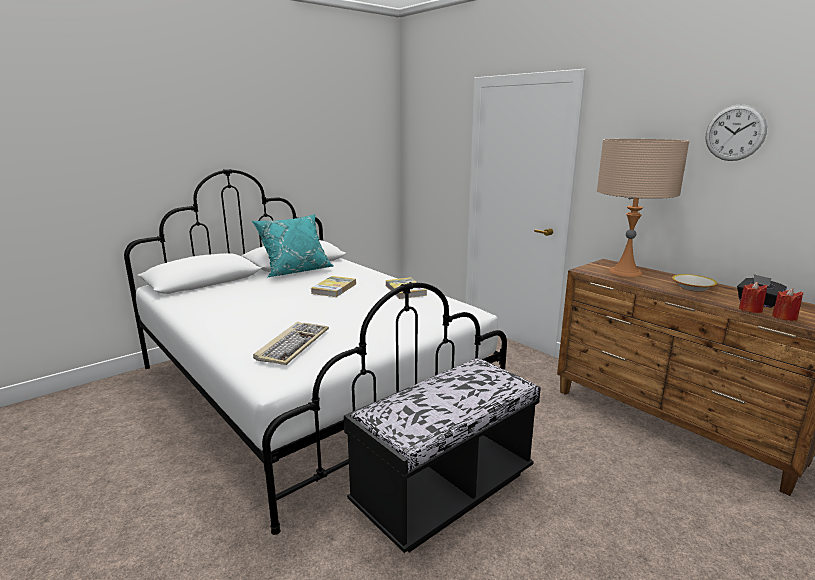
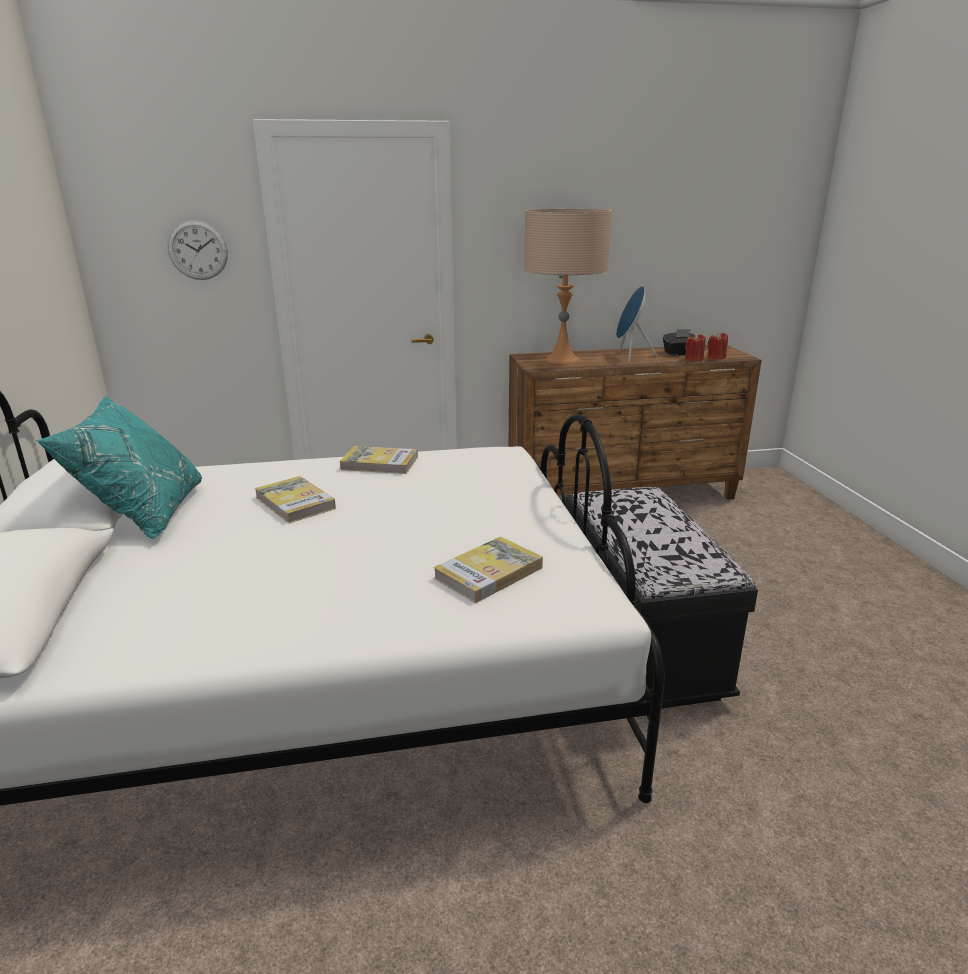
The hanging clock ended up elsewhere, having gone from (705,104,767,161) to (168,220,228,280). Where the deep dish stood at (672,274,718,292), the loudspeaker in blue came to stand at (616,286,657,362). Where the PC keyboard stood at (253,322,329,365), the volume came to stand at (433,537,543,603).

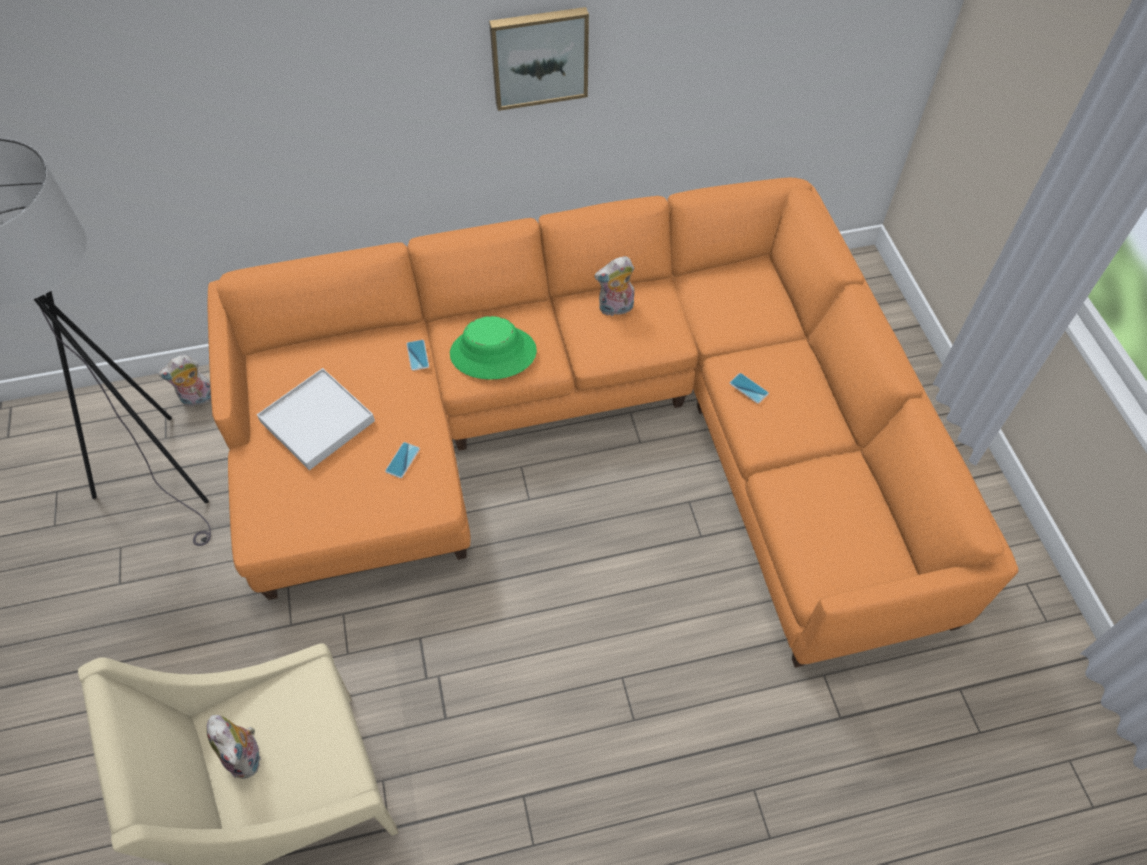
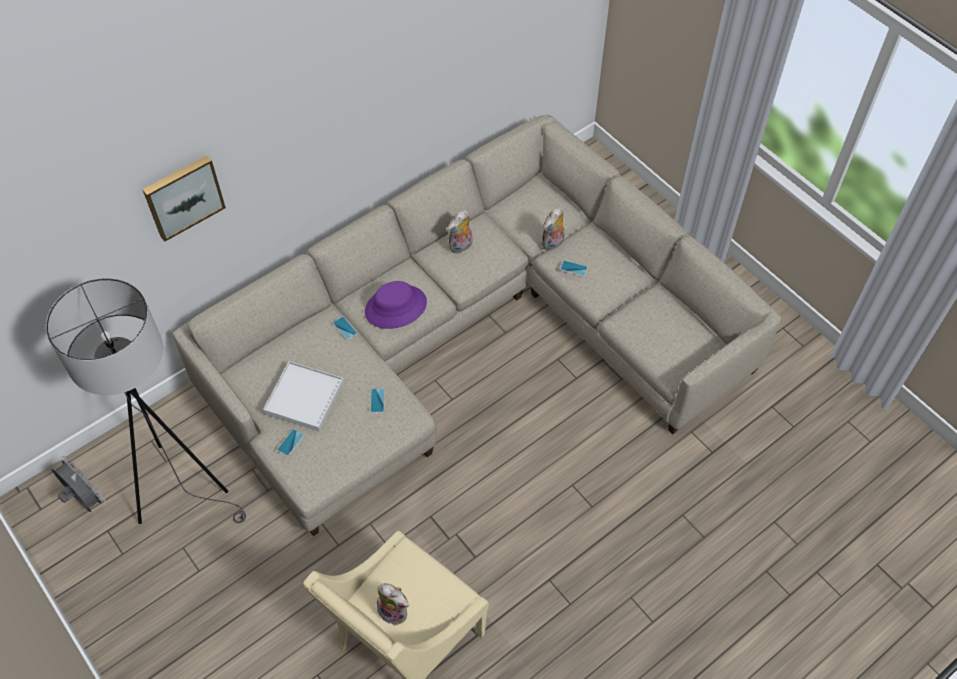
The wall art ended up elsewhere, having gone from (489,7,589,111) to (142,155,226,242). What was the couch in orange-coloured at (208,178,1018,668) turned into the couch in beige-coloured at (173,114,782,536). What was the wearable hat in greenish at (450,316,537,380) turned into the wearable hat in purple at (365,281,427,329). The plush toy ended up elsewhere, having gone from (158,355,211,408) to (541,207,565,251). The second view gained the telephone at (277,429,304,456). The second view gained the cooling fan in grey at (52,456,106,512).

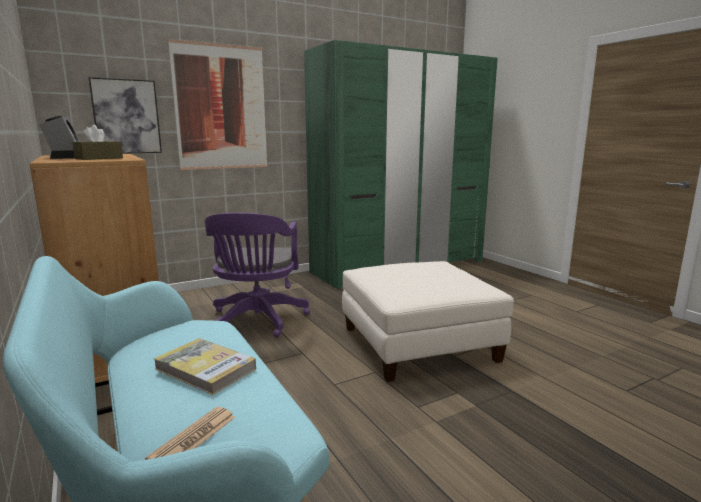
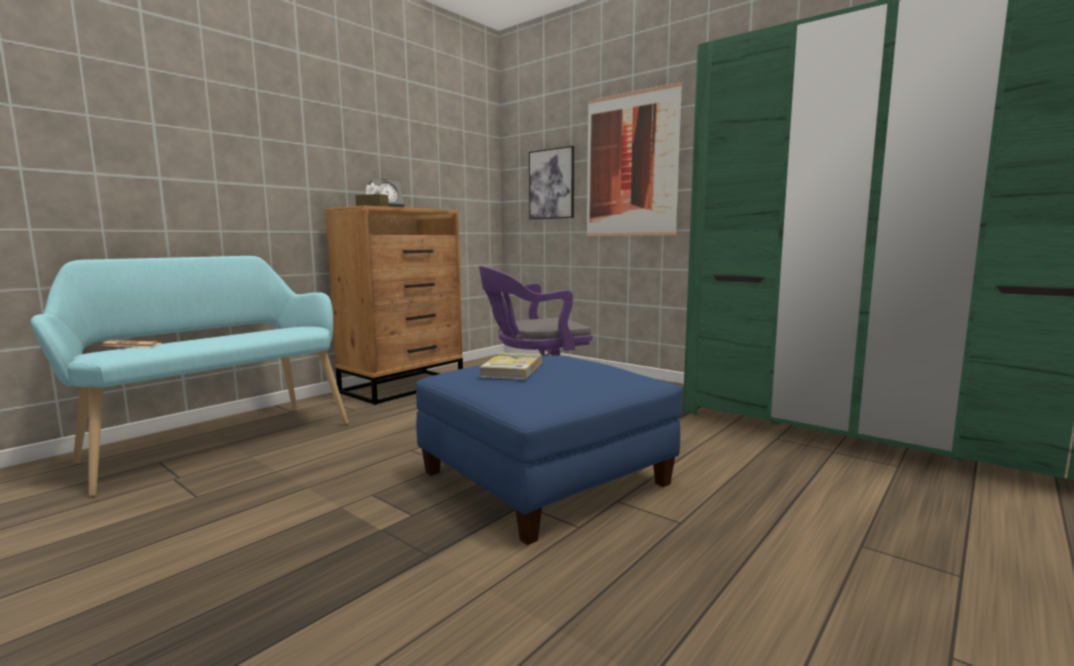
What was the ottoman in white-coloured at (342,261,514,382) turned into the ottoman in blue at (416,355,683,545). The volume ended up elsewhere, having gone from (154,338,256,395) to (479,353,542,380).

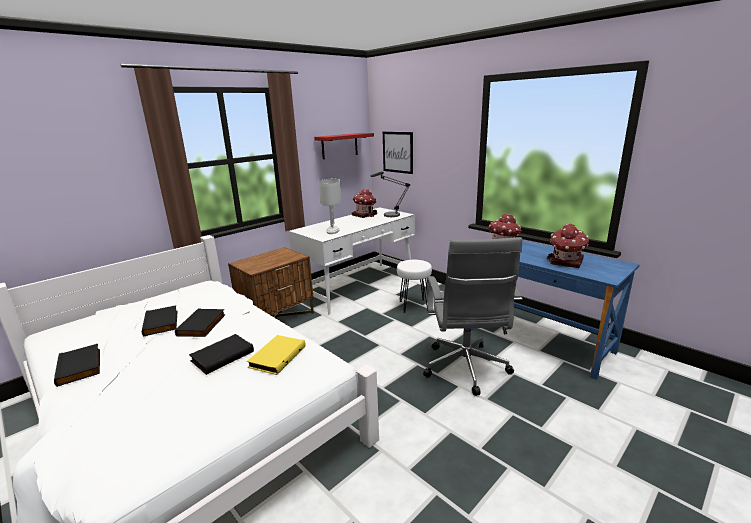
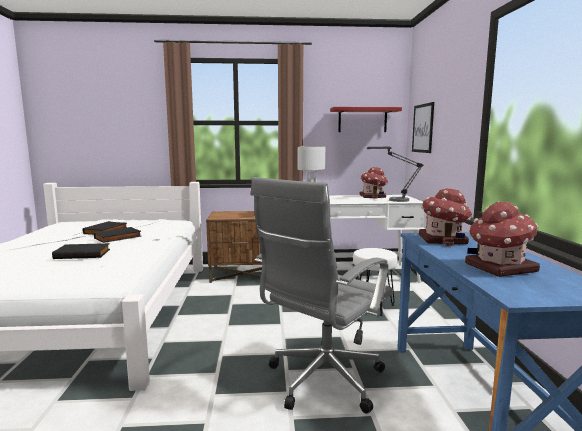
The second view lost the volume in yellow at (247,335,306,375). The second view lost the volume in blackish at (54,344,100,387).

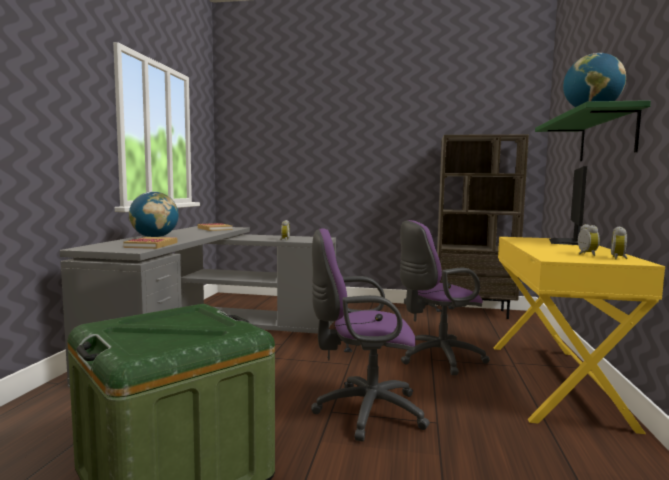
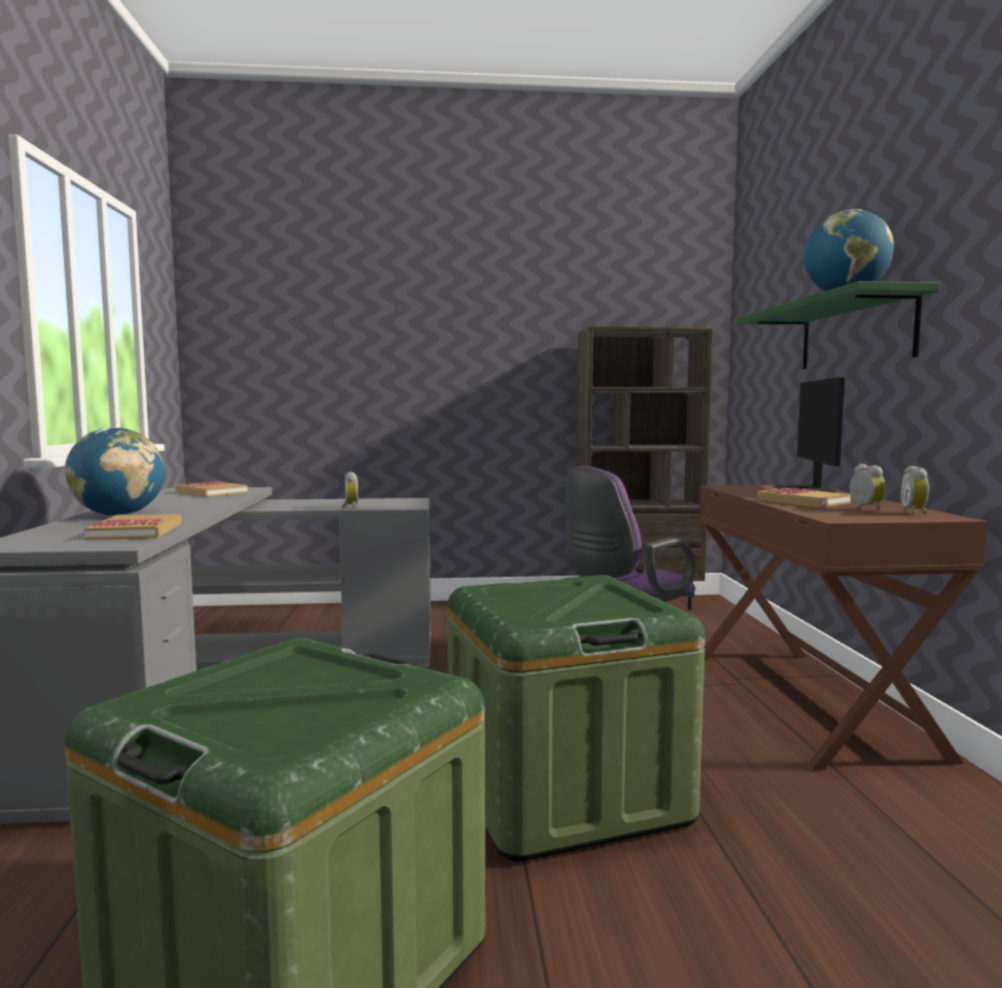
Where the office chair in purple stood at (311,228,430,441), the storage box in greenish came to stand at (447,575,705,862). What was the desk unit in yellow at (493,237,665,434) turned into the desk unit in brownish at (699,485,987,771). The second view gained the volume at (757,488,851,508).

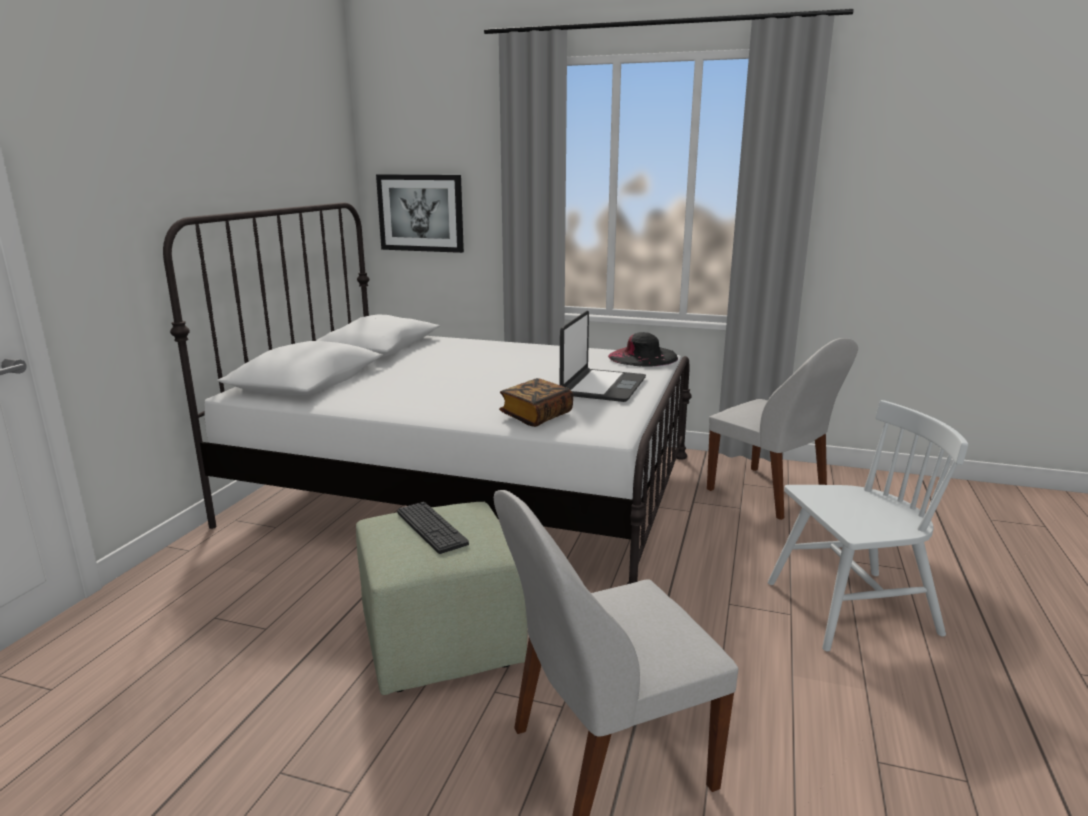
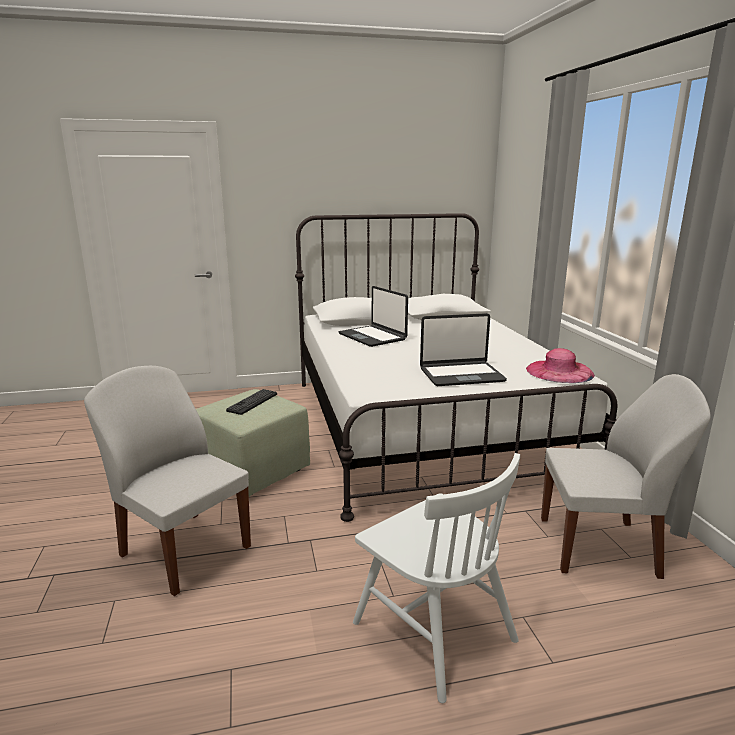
The second view lost the wall art at (376,174,464,253). What was the wearable hat in blackish at (608,332,678,367) turned into the wearable hat in pinkish at (526,348,595,383). The plain chair in white-coloured at (707,338,858,520) ended up facing another way, 105 degrees counterclockwise from before. The second view lost the volume at (499,378,573,427). The second view gained the laptop at (338,286,408,347).

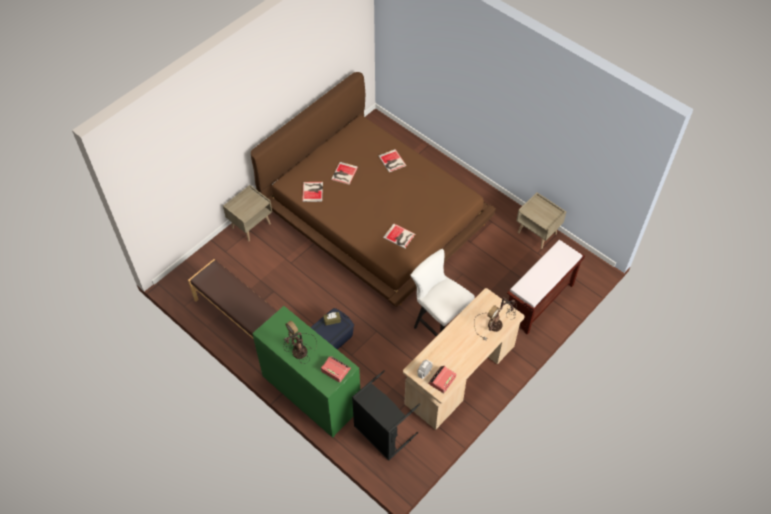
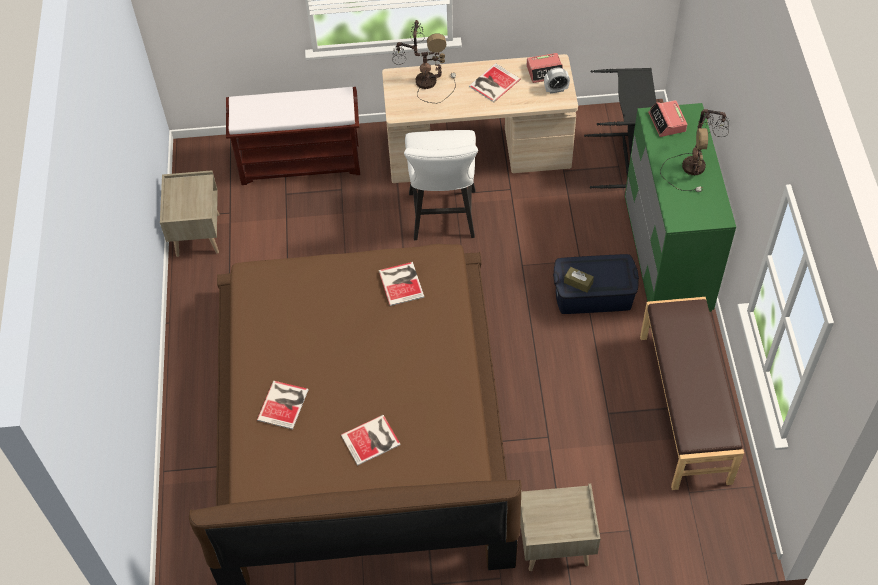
The volume ended up elsewhere, having gone from (302,182,323,202) to (469,63,521,102).

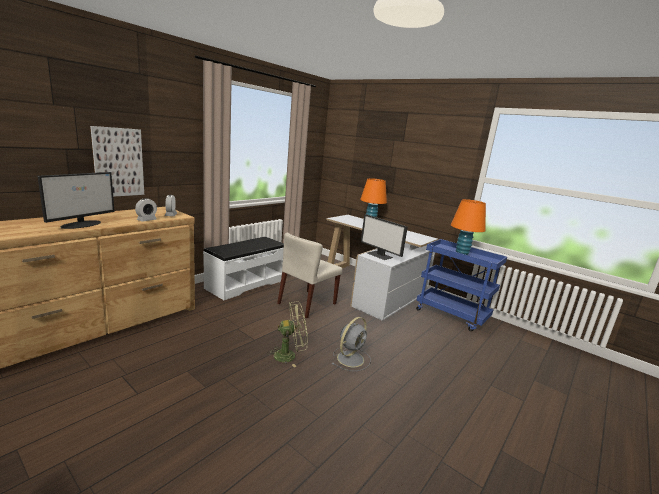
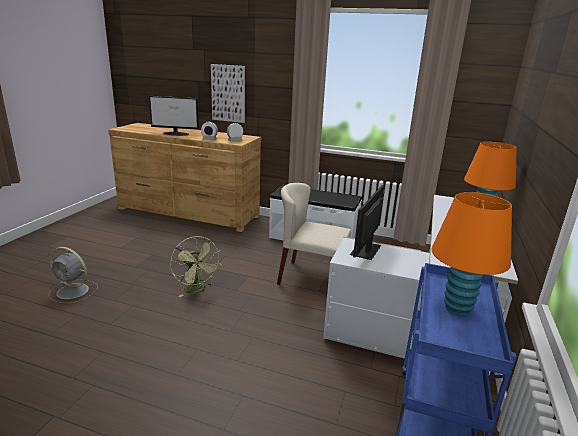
The cooling fan in grey ended up elsewhere, having gone from (332,317,371,371) to (49,247,98,303).

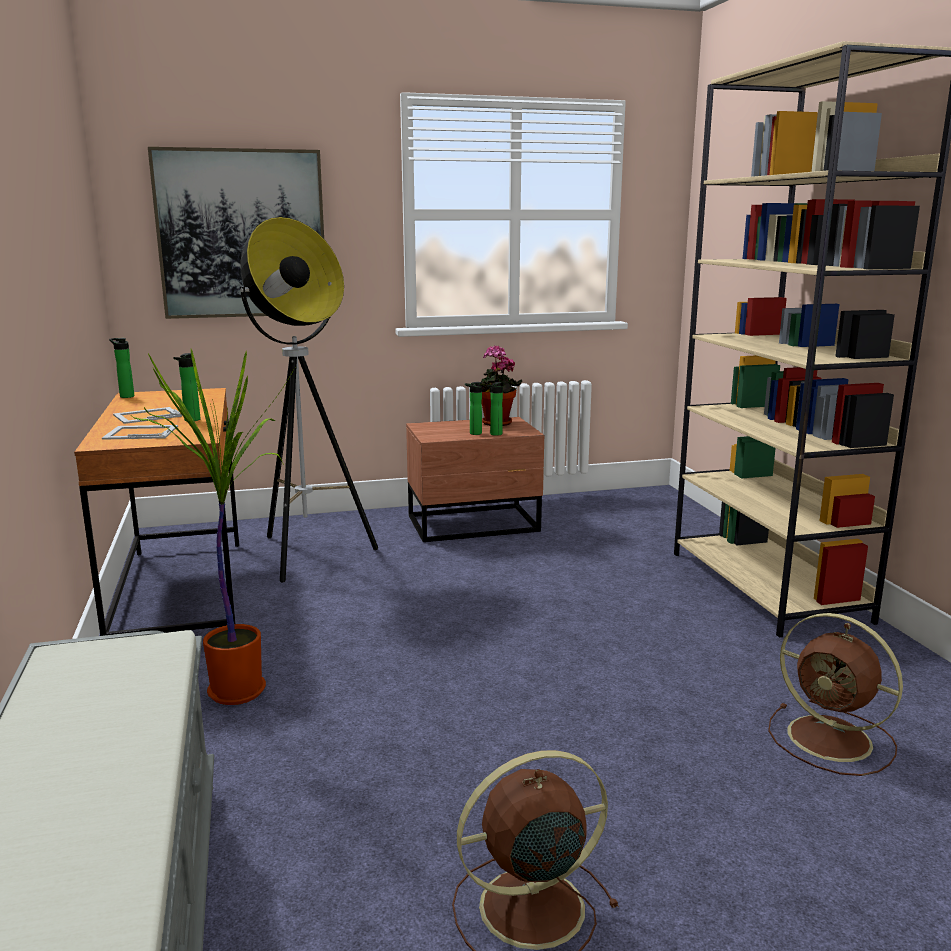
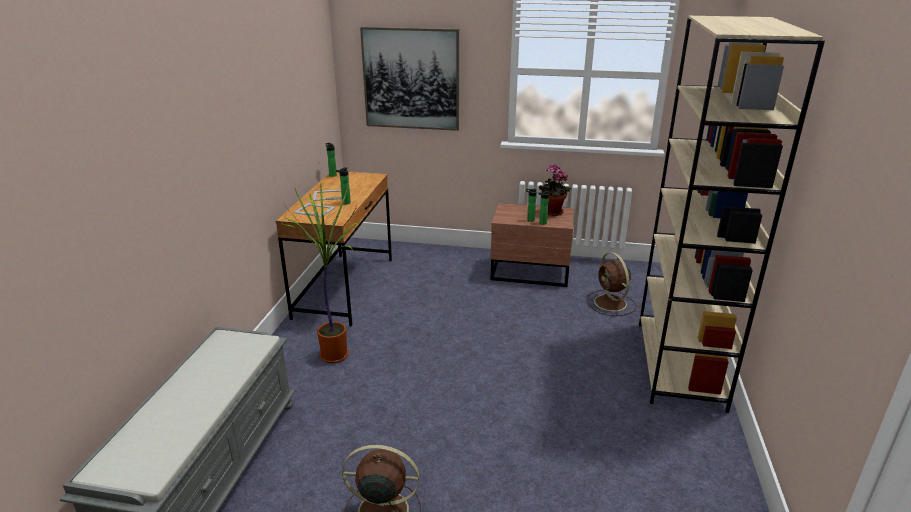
The second view lost the floor lamp at (240,217,378,583). The cooling fan in brownish ended up elsewhere, having gone from (768,613,903,776) to (587,252,637,316).

